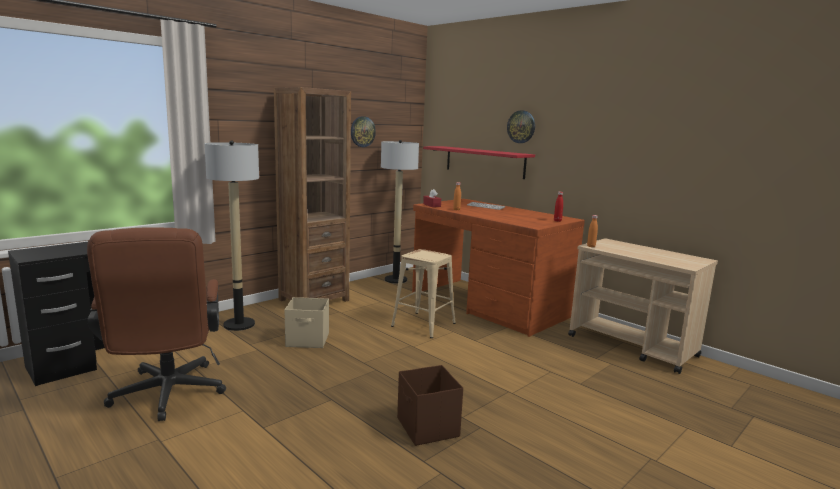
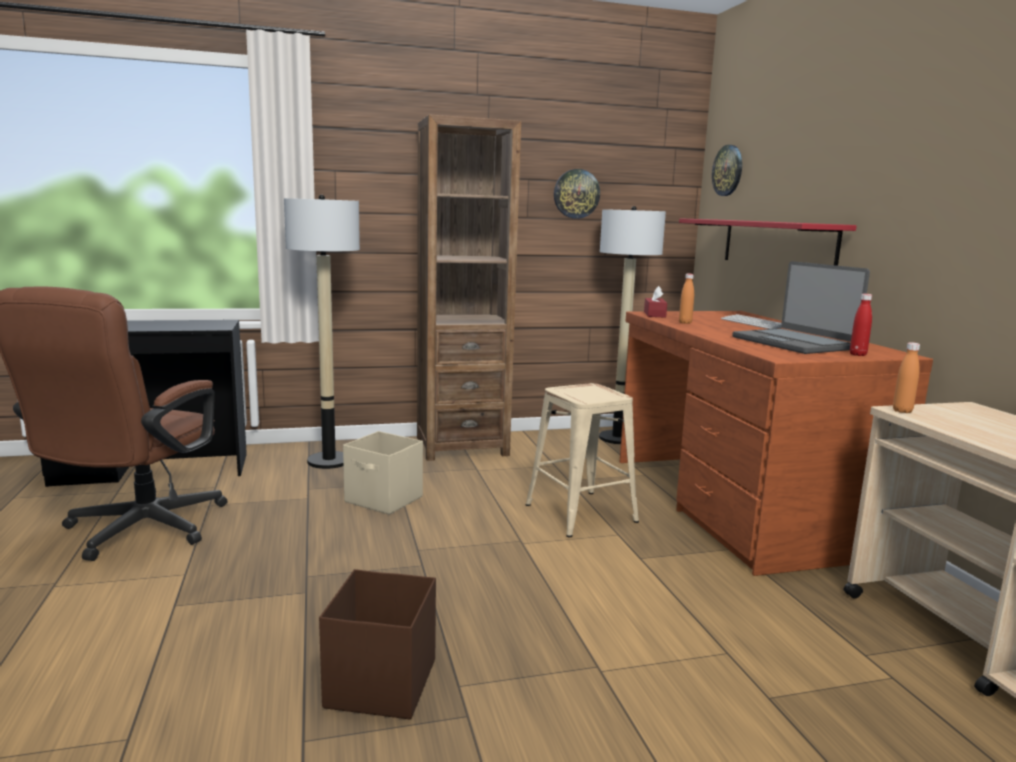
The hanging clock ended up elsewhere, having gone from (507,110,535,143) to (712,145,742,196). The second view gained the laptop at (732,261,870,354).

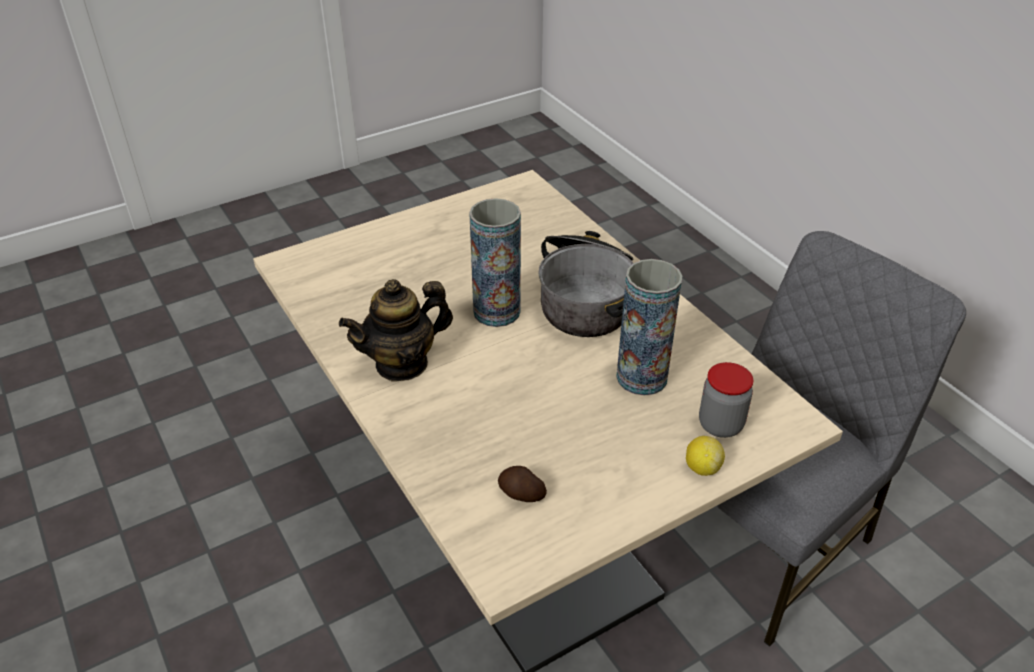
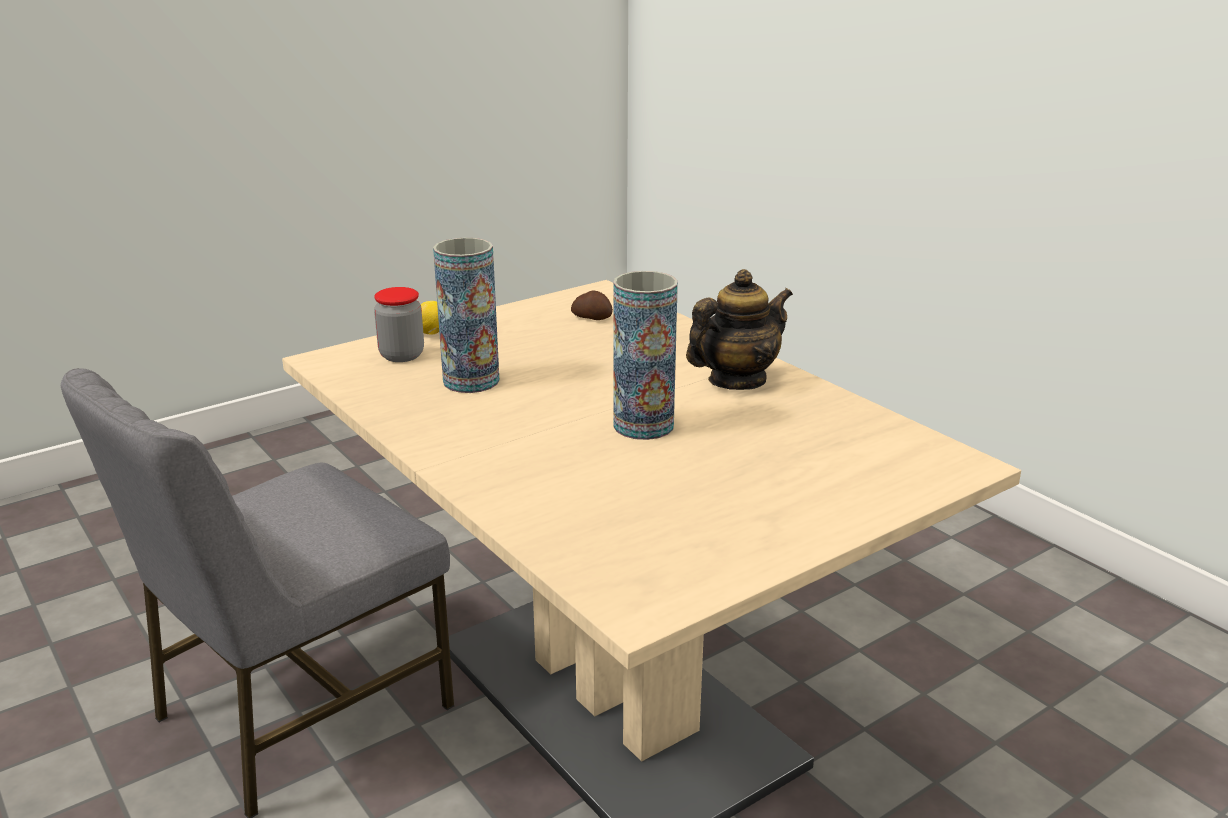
The second view lost the saucepot at (539,231,633,337).

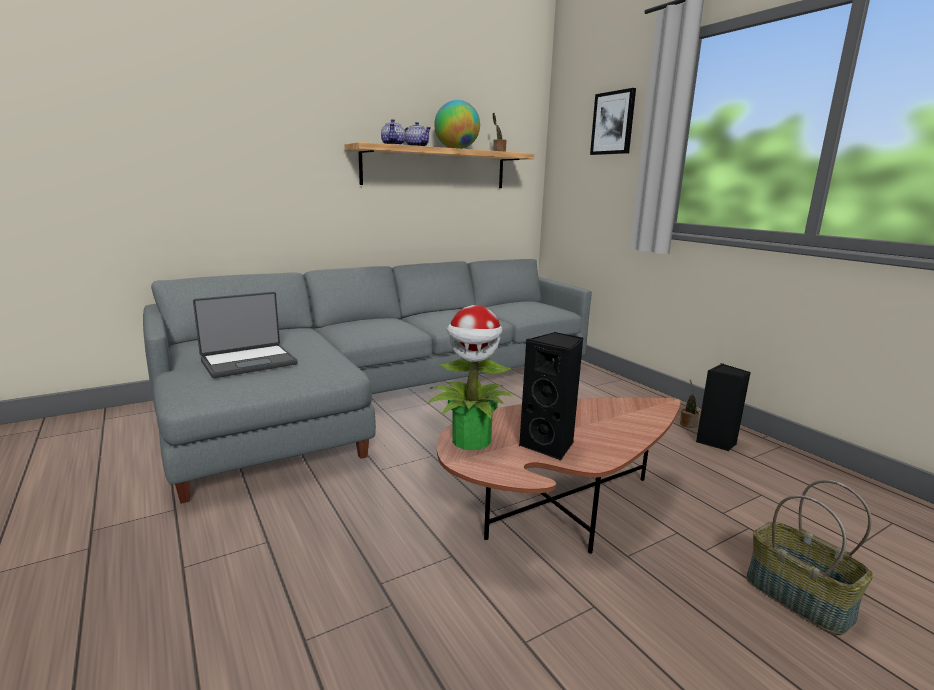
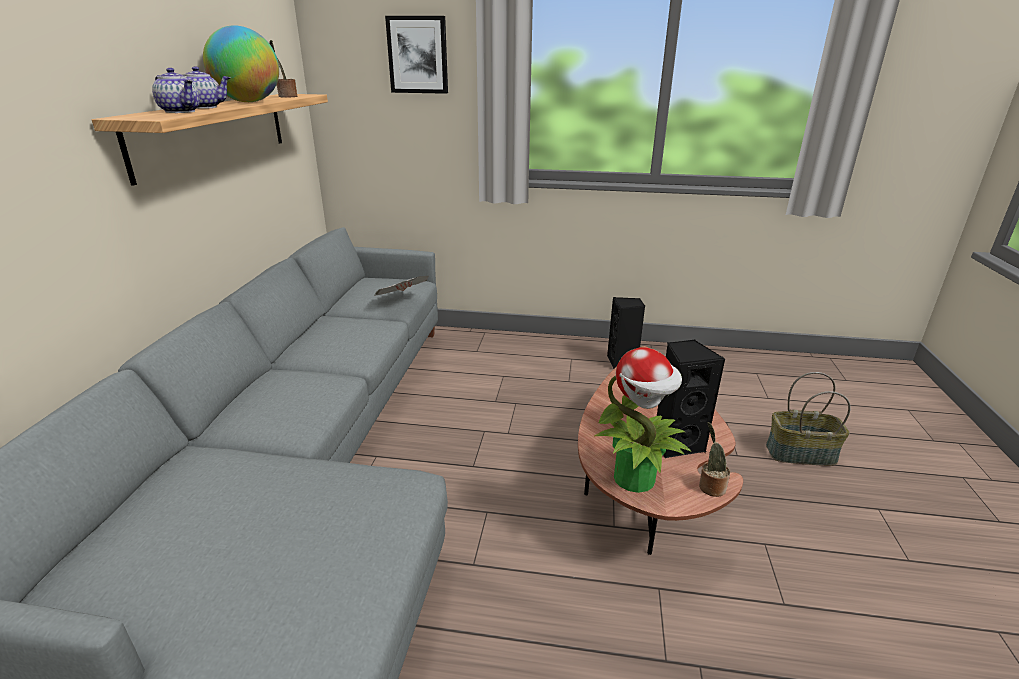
The second view lost the laptop at (193,292,298,378). The potted plant ended up elsewhere, having gone from (680,380,699,428) to (699,422,730,497). The second view gained the daily paper at (374,276,429,296).

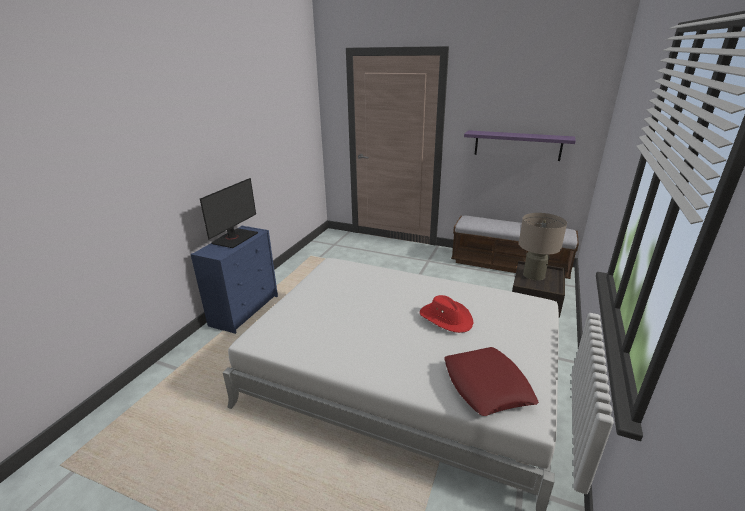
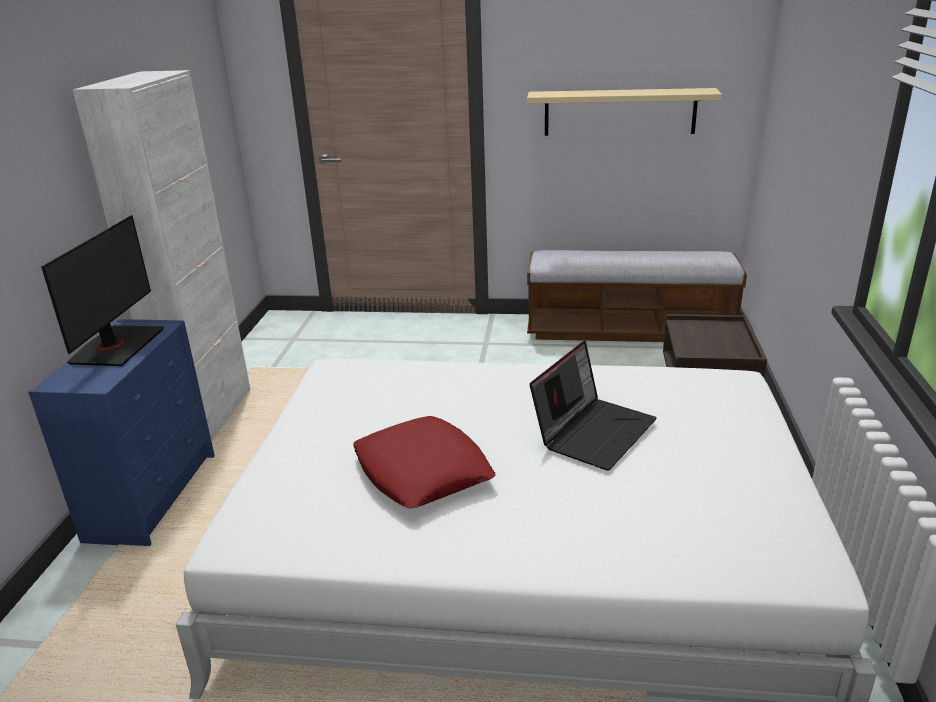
What was the bracket shelf in purple at (464,130,576,161) turned into the bracket shelf in beige-coloured at (527,88,722,136). The second view lost the table lamp in beige-coloured at (519,213,567,280). Where the wearable hat in reddish stood at (420,295,473,333), the laptop came to stand at (530,341,657,471). The cushion in reddish ended up elsewhere, having gone from (444,347,539,416) to (353,416,496,508). The second view gained the cupboard in white-coloured at (73,70,251,442).

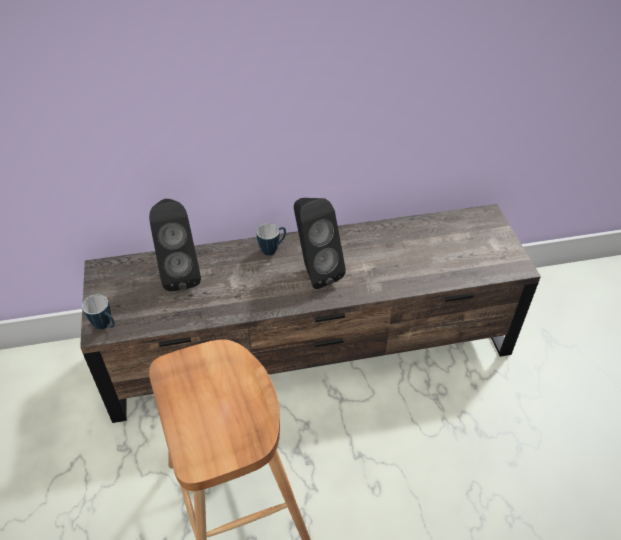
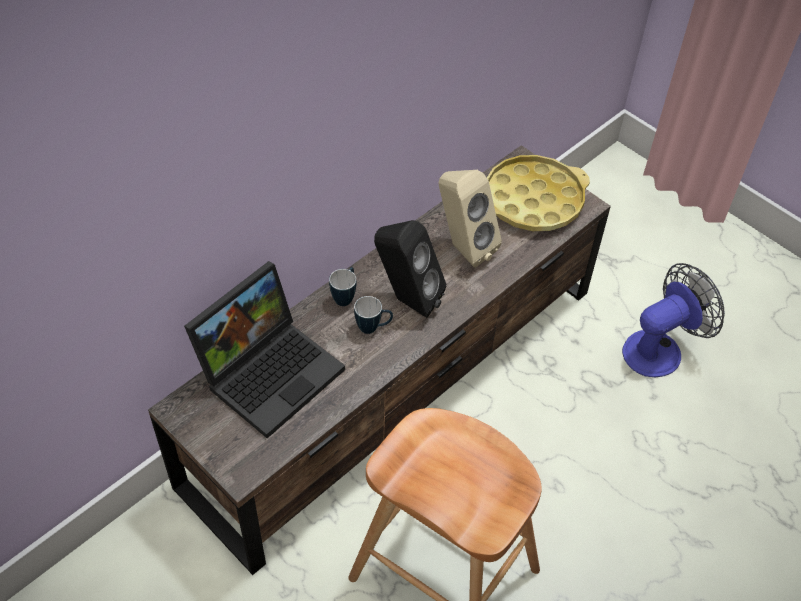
Where the loudspeaker in blackish stood at (149,199,201,291), the laptop came to stand at (184,261,345,438). The tea mug ended up elsewhere, having gone from (82,295,115,330) to (354,296,393,334). The second view gained the tray in yellow at (487,155,590,231). The second view gained the loudspeaker in beige-coloured at (439,170,502,268). The second view gained the cooling fan at (622,263,725,377).

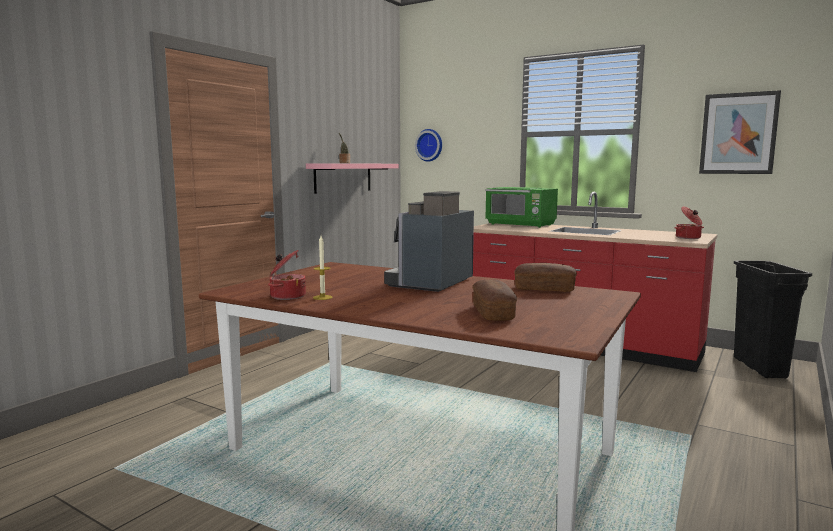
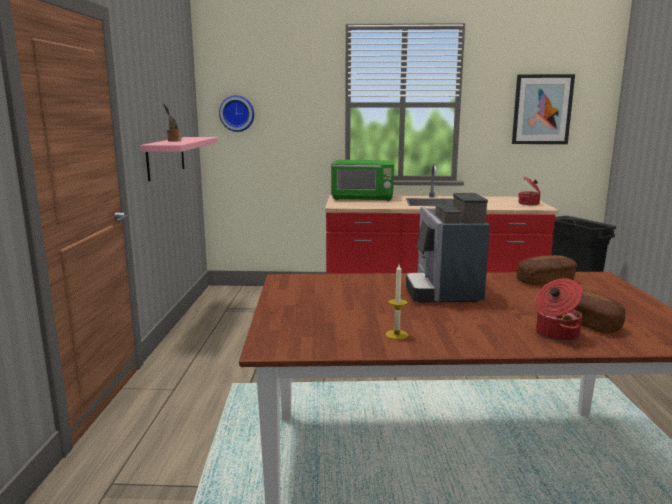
The saucepot ended up elsewhere, having gone from (268,250,306,300) to (536,278,582,342).

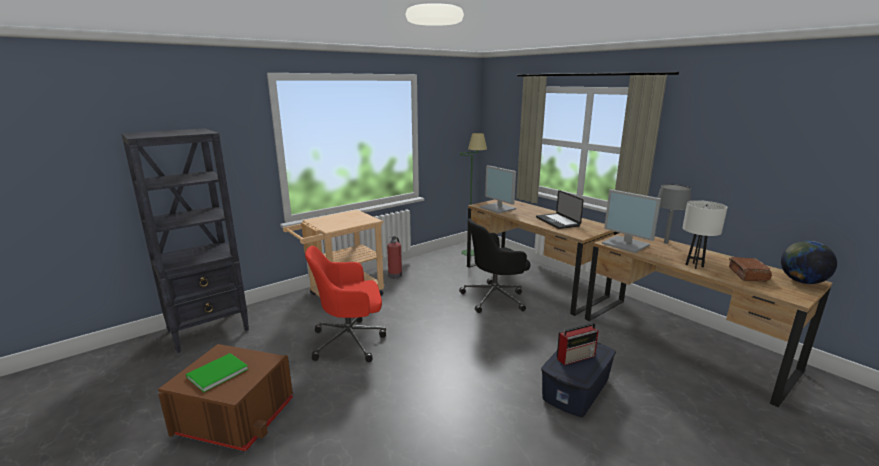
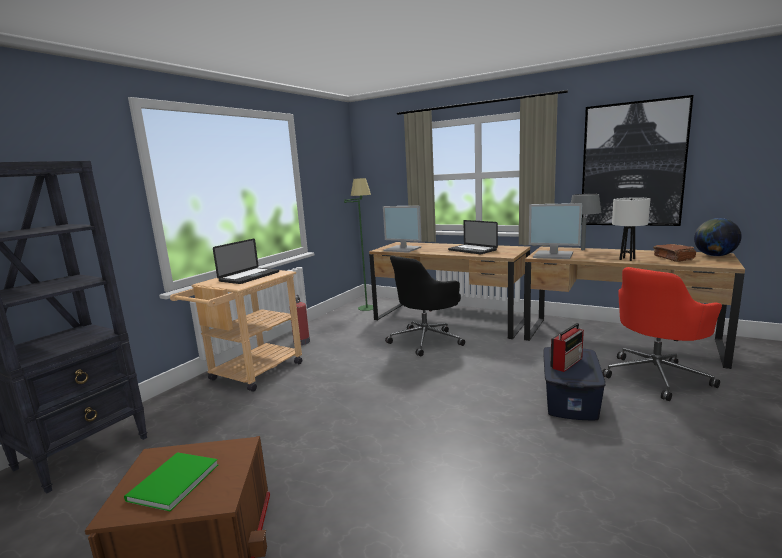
The office chair in reddish ended up elsewhere, having gone from (305,246,386,362) to (602,267,722,401). The second view gained the wall art at (582,95,693,226). The second view gained the laptop at (213,239,279,284).

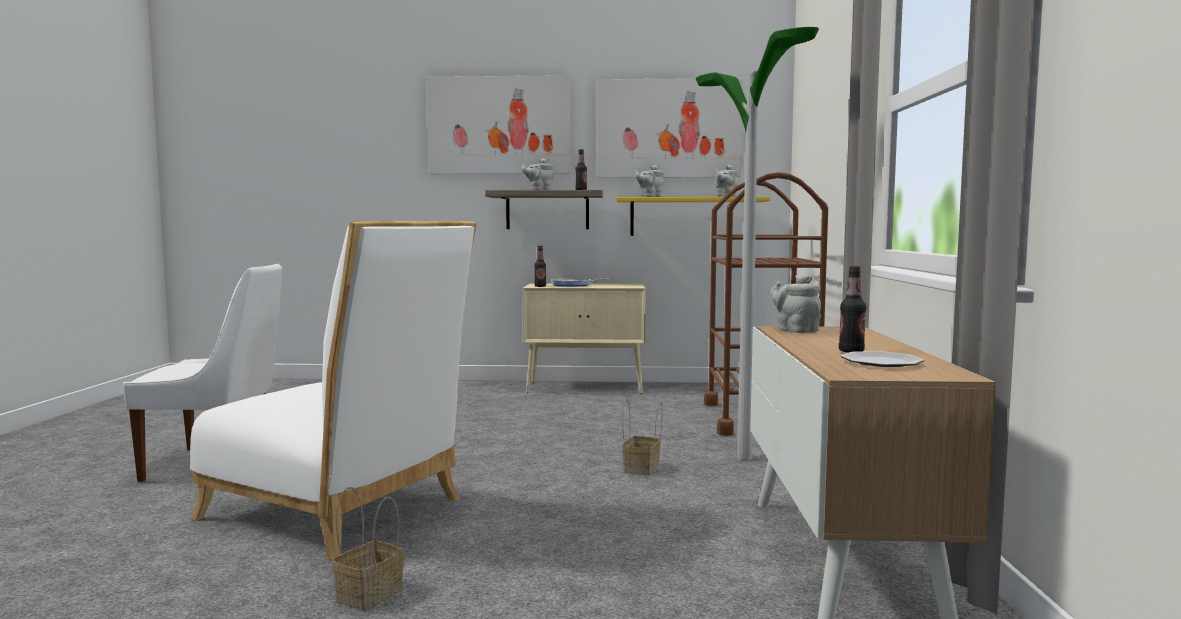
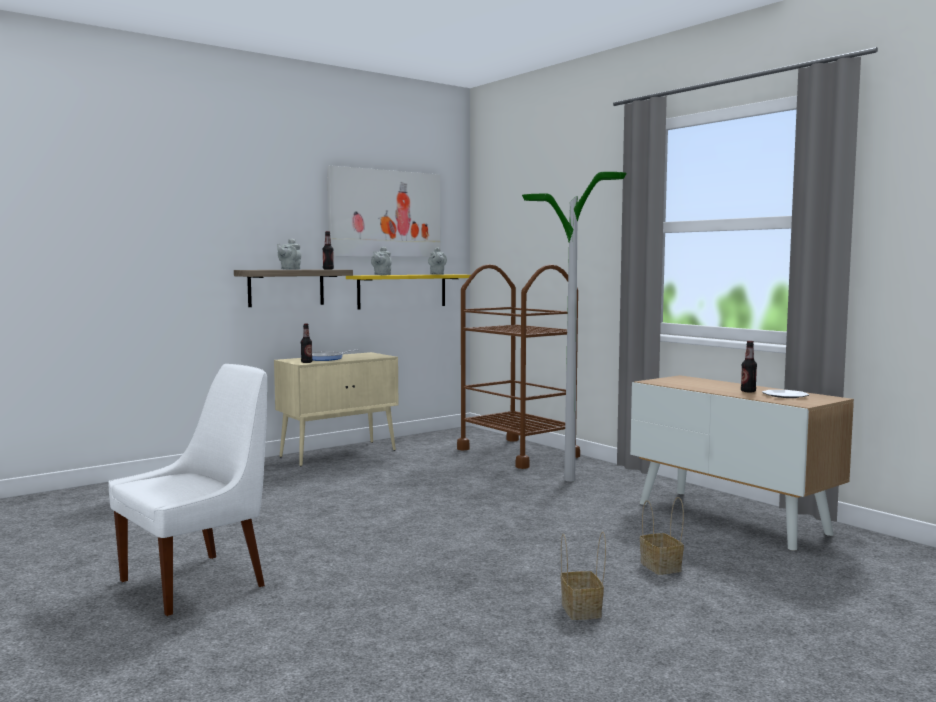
The second view lost the wall art at (426,75,570,174). The second view lost the plain chair in white-coloured at (190,221,477,560). The second view lost the tea pot in grey at (770,274,821,333). The storage basket ended up elsewhere, having gone from (622,399,663,476) to (640,497,684,575).

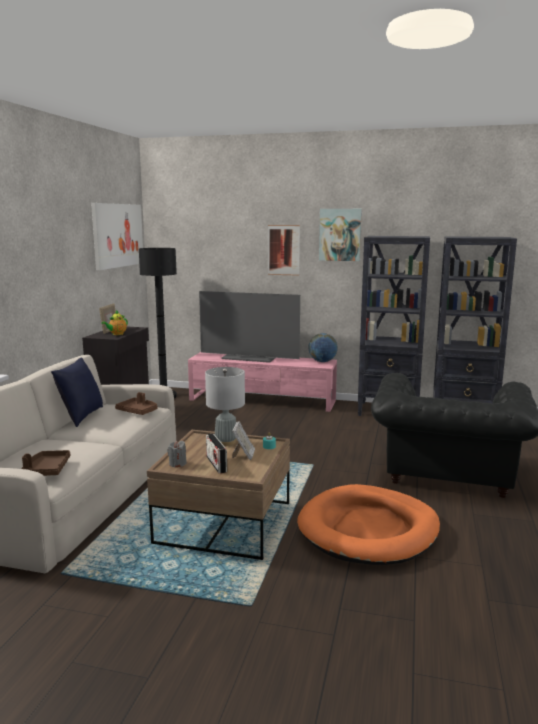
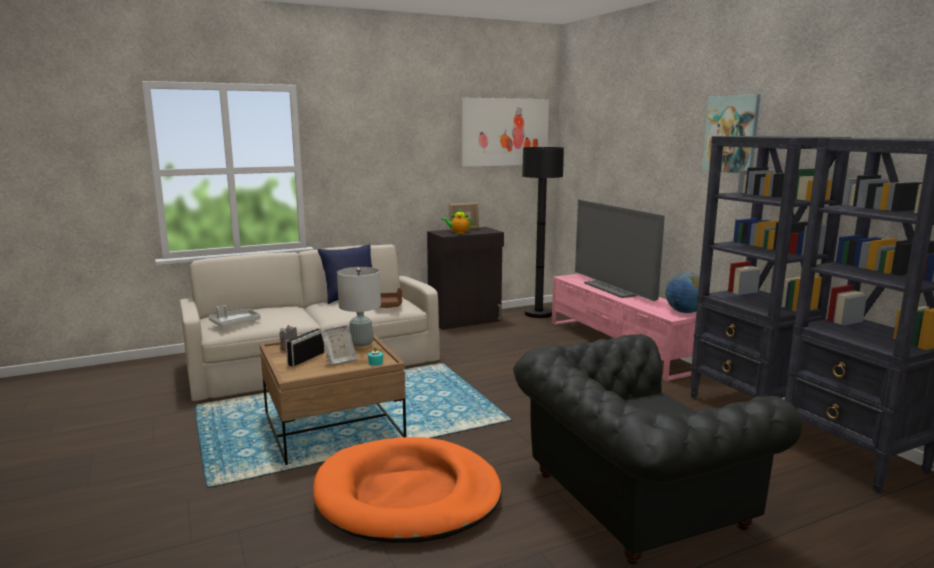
The second view lost the wall art at (268,225,300,276). What was the tray in brownish at (21,450,70,476) turned into the tray in grey at (209,305,260,327).

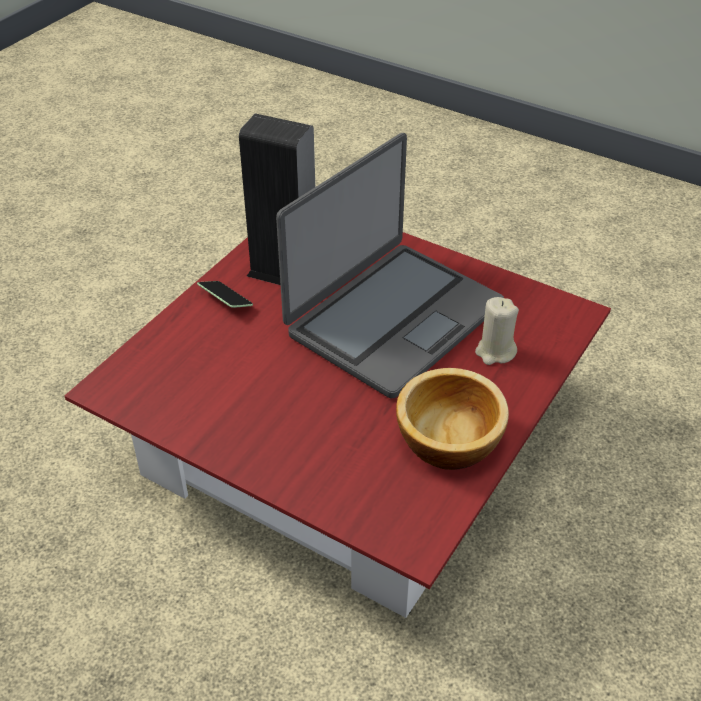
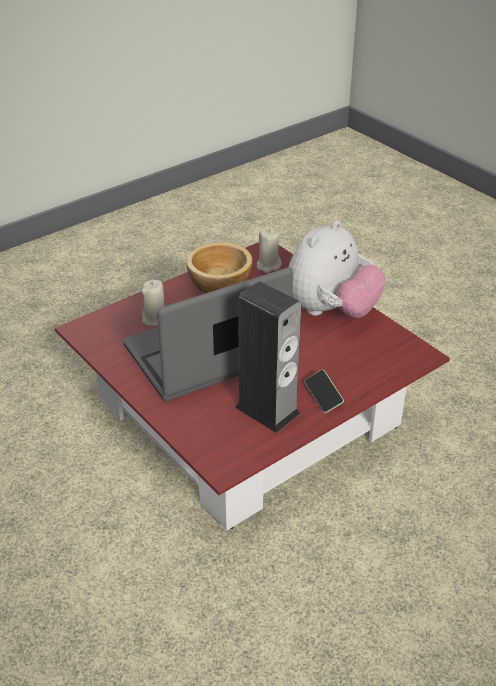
The second view gained the plush toy at (288,220,385,318). The second view gained the wax candle in beige-coloured at (257,229,282,273).

